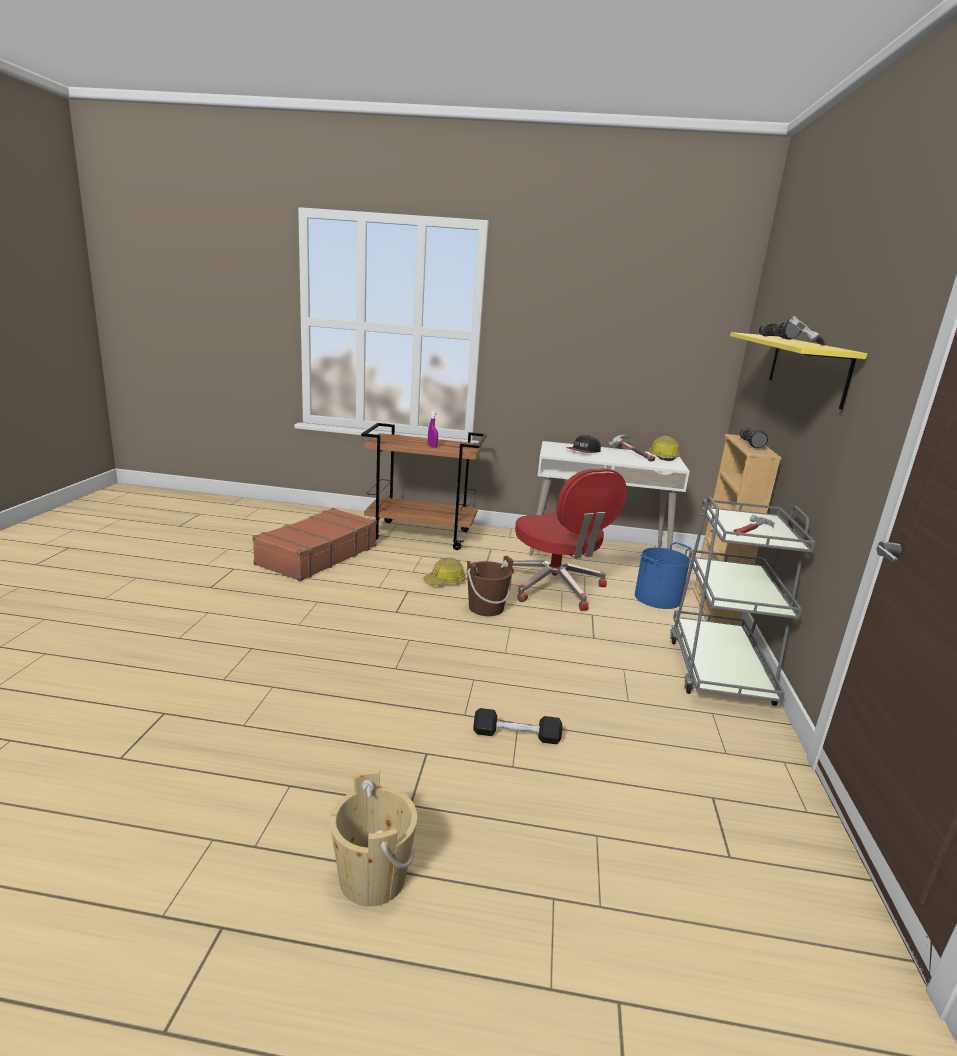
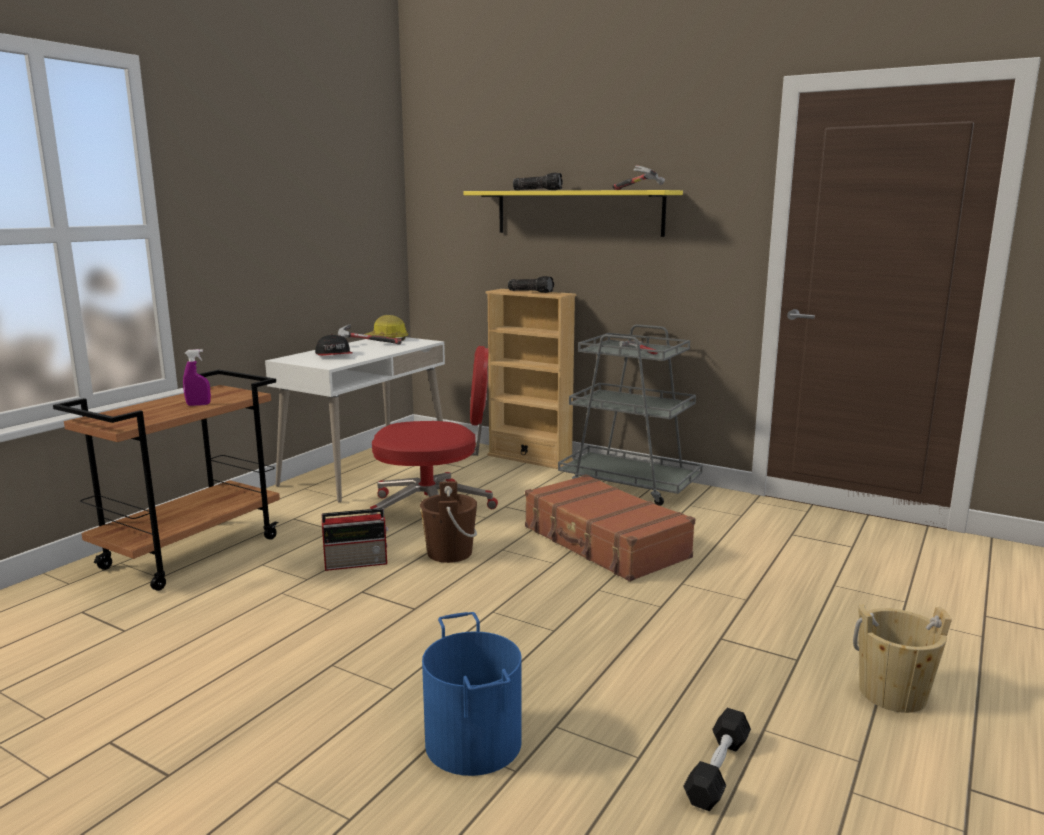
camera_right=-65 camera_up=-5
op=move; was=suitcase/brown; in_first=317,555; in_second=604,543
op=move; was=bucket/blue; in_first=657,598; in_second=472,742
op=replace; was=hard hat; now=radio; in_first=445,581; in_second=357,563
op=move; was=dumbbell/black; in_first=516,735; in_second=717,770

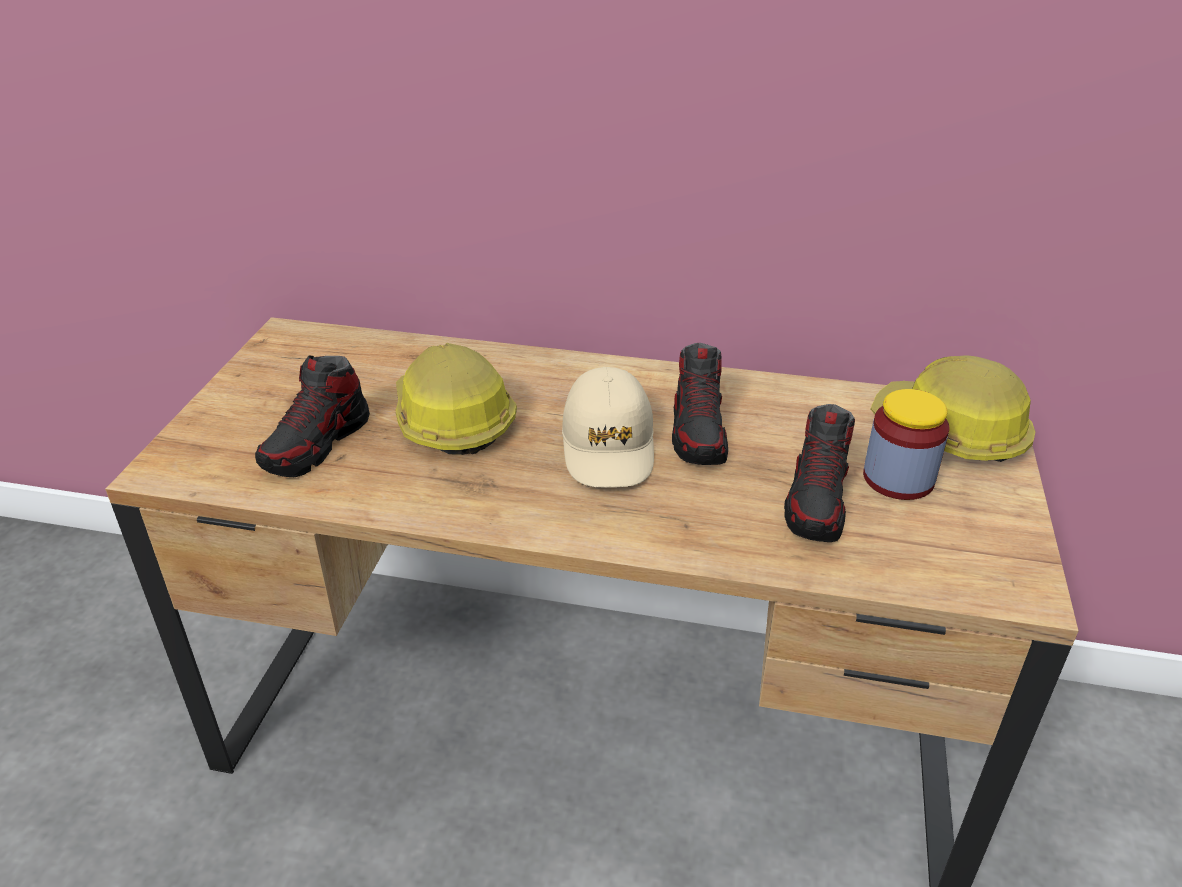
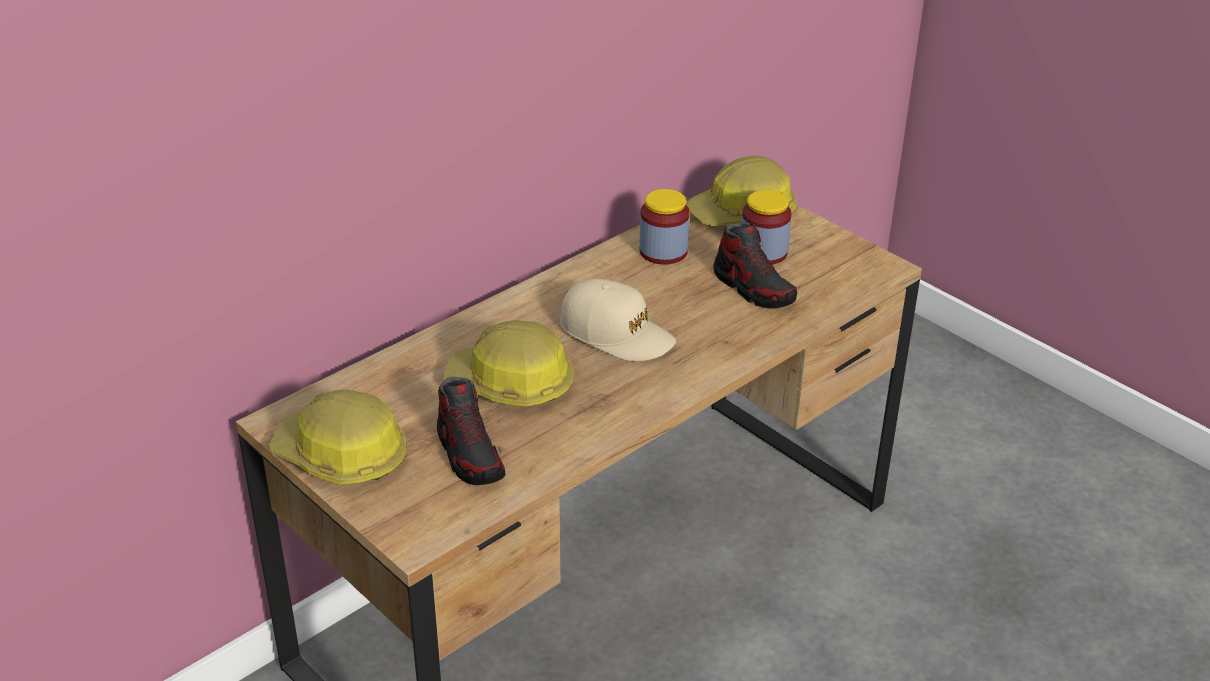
camera_right=-55 camera_up=0
op=delete; was=shoe; in_first=698,433
op=insert; now=jar; in_second=663,252
op=insert; now=hard hat; in_second=342,456

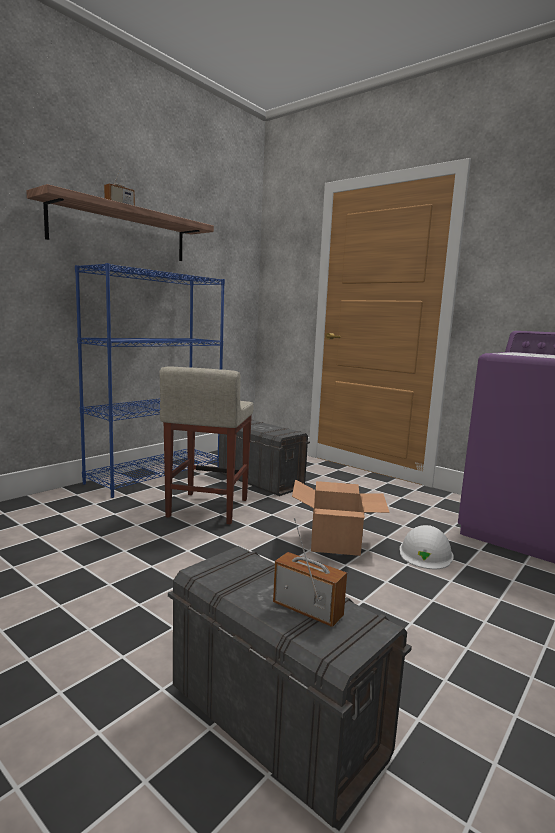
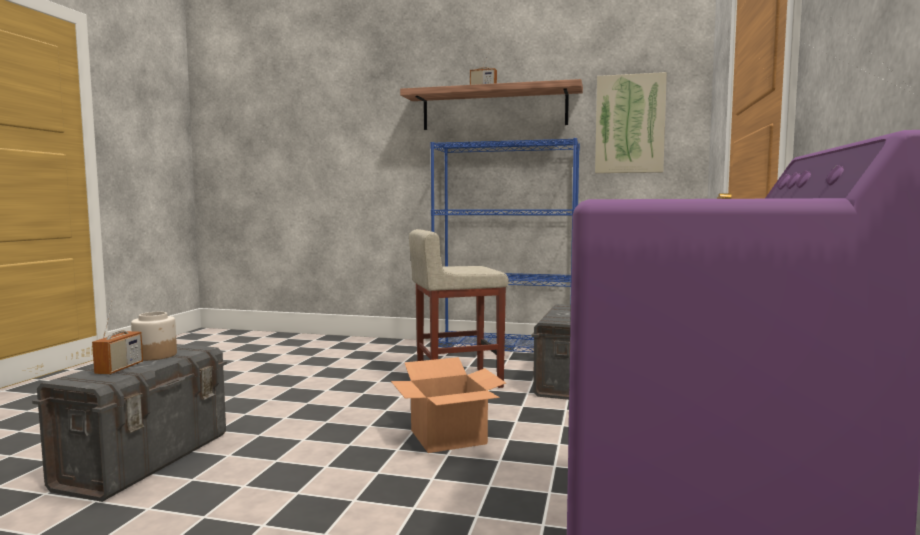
camera_right=65 camera_up=-5
op=delete; was=hard hat/white; in_first=426,553
op=insert; now=picture; in_second=629,124
op=insert; now=jar; in_second=155,355

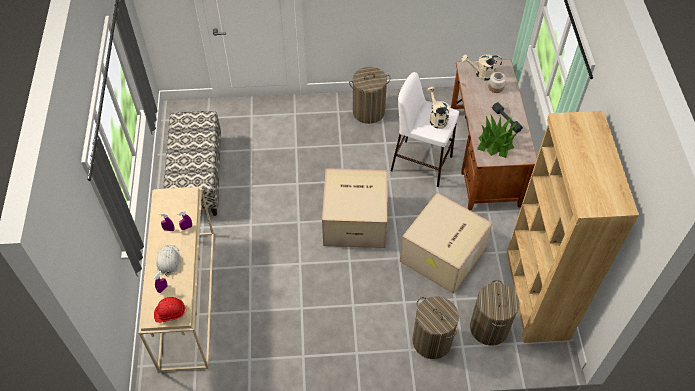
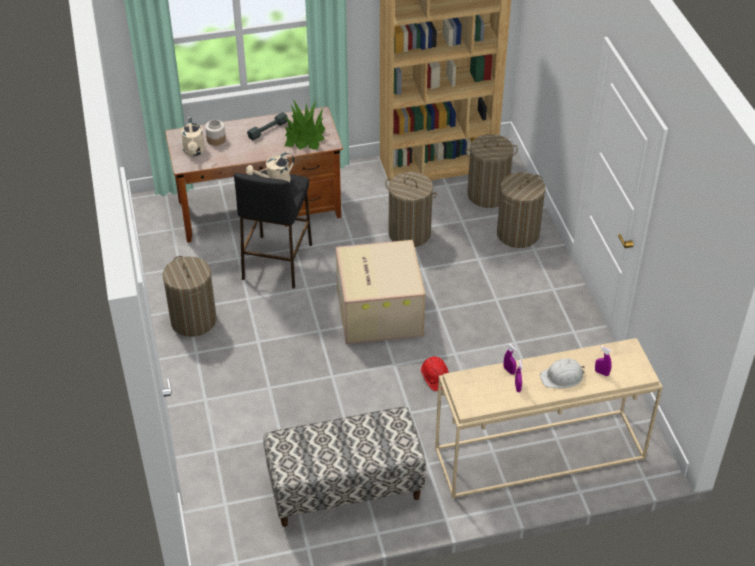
camera_right=-100 camera_up=-10
op=recolor; was=stool/white; now=stool/black; in_first=421,163; in_second=277,262
op=replace; was=cardboard box; now=laundry basket; in_first=443,256; in_second=409,233
op=move; was=hard hat/red; in_first=170,313; in_second=434,378

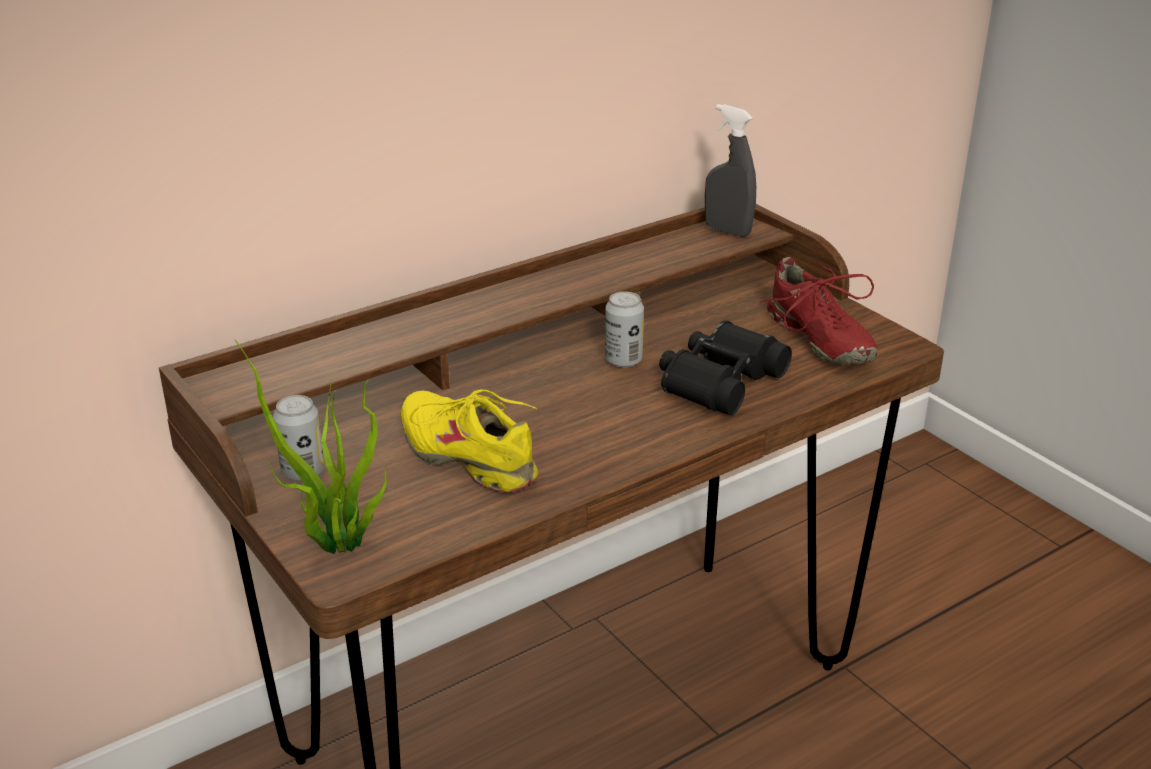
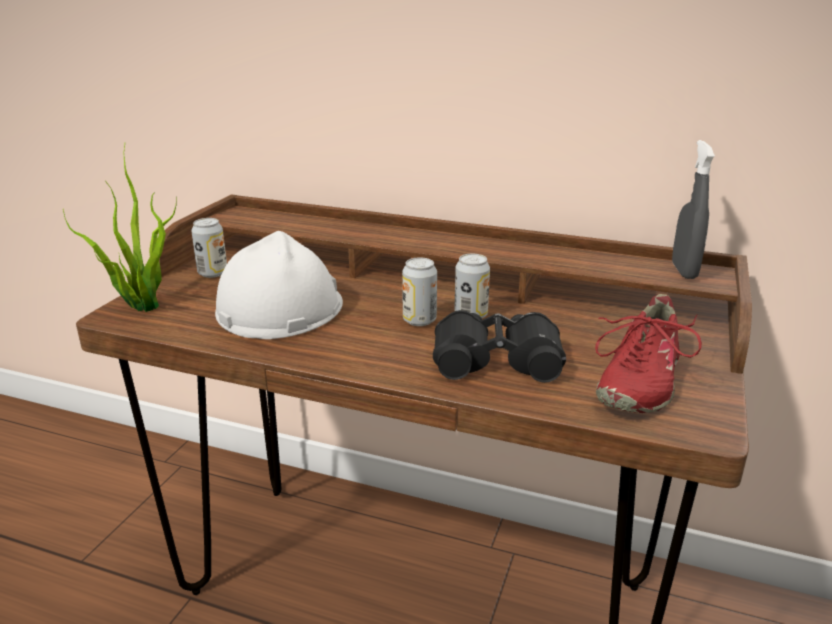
camera_right=55 camera_up=-5
op=replace; was=shoe/yellow; now=hard hat/white; in_first=468,455; in_second=279,308
op=insert; now=can; in_second=419,320

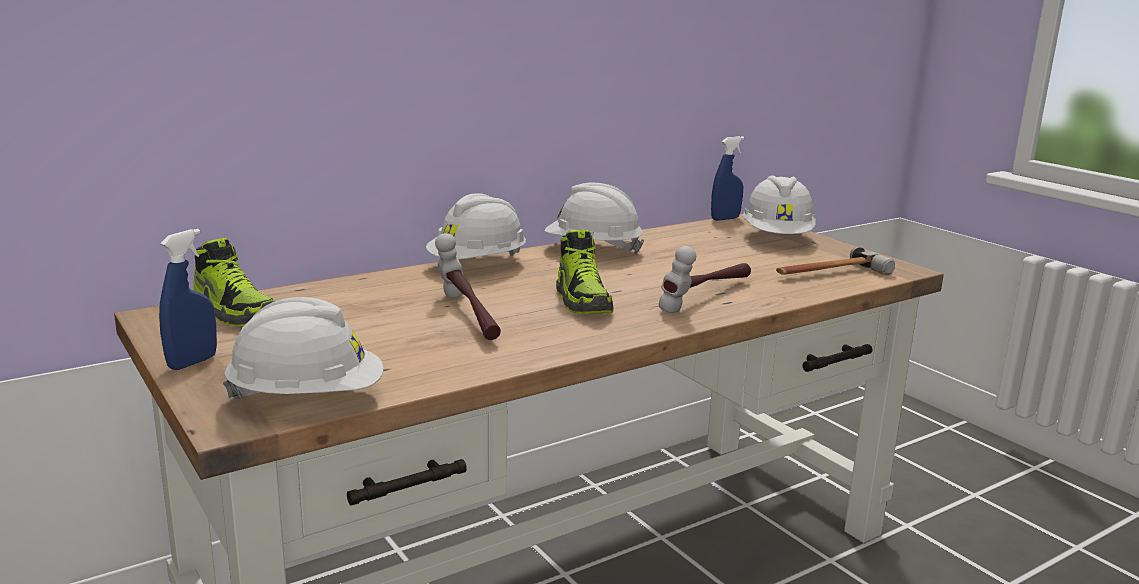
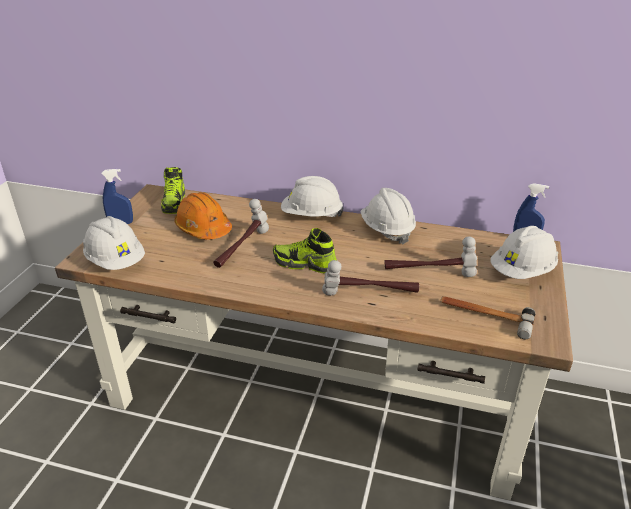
camera_right=50 camera_up=15
op=rotate; was=shoe; in_first=583,301; in_second=305,264; clockwise=75
op=insert; now=hard hat/orange; in_second=203,228
op=insert; now=hammer; in_second=429,272

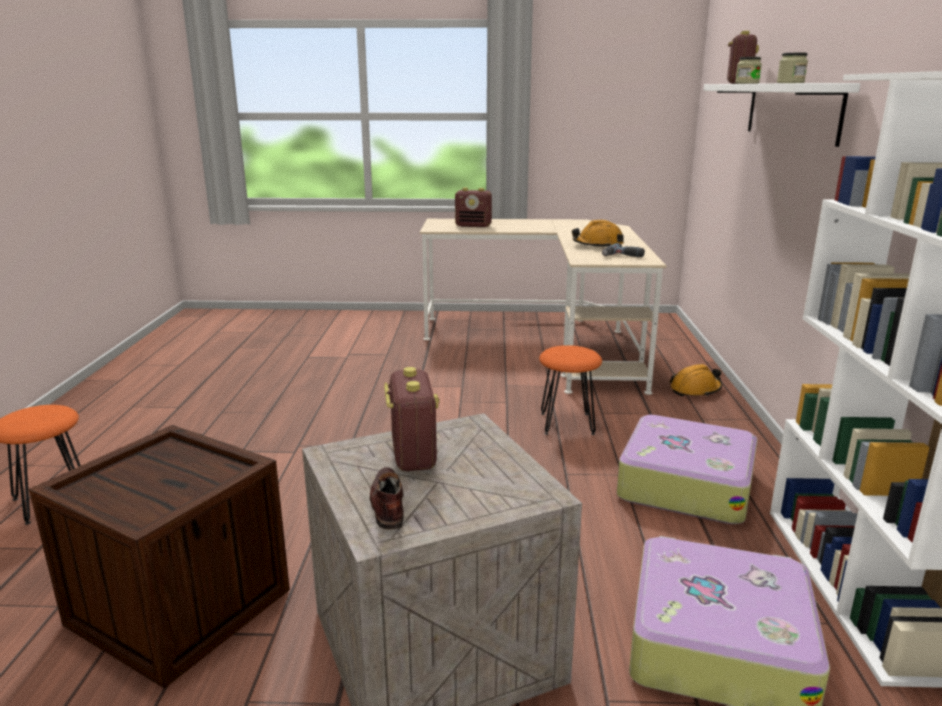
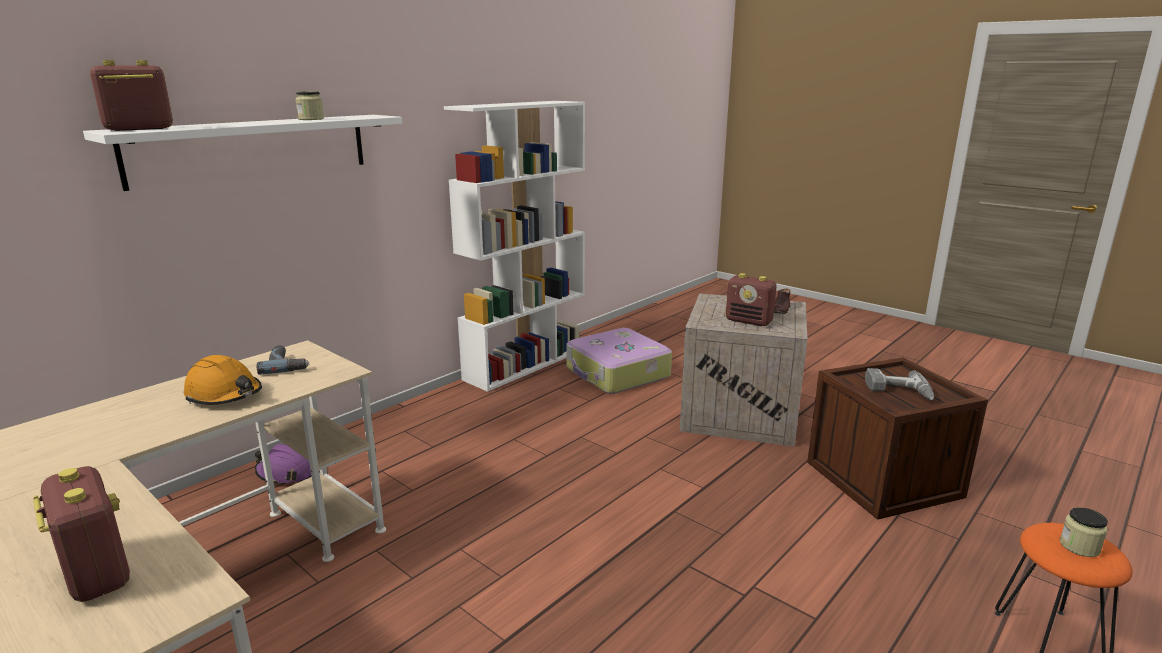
camera_right=-140 camera_up=0
op=move; was=jar; in_first=747,83; in_second=1079,546
op=delete; was=stool/orange; in_first=567,423
op=recolor; was=hard hat/orange; now=hard hat/purple; in_first=695,390; in_second=286,473
op=rotate; was=radio; in_first=413,454; in_second=749,321; clockwise=-90
op=delete; was=suitcase; in_first=685,484
op=insert; now=power drill; in_second=899,392

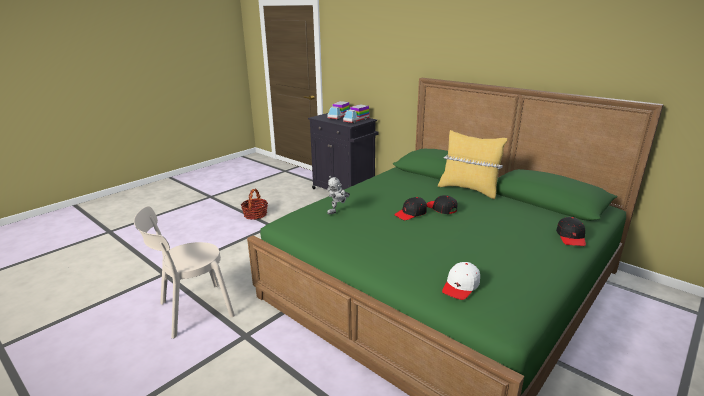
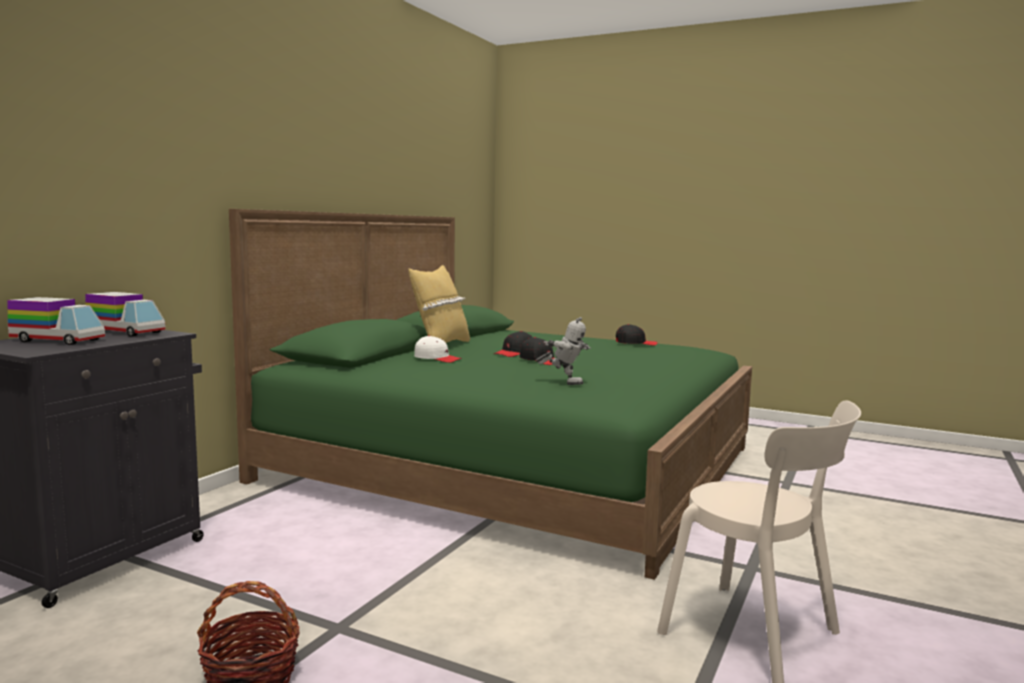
camera_right=-105 camera_up=-15
op=move; was=cap/black; in_first=571,237; in_second=635,343
op=move; was=cap/white; in_first=461,286; in_second=437,359

